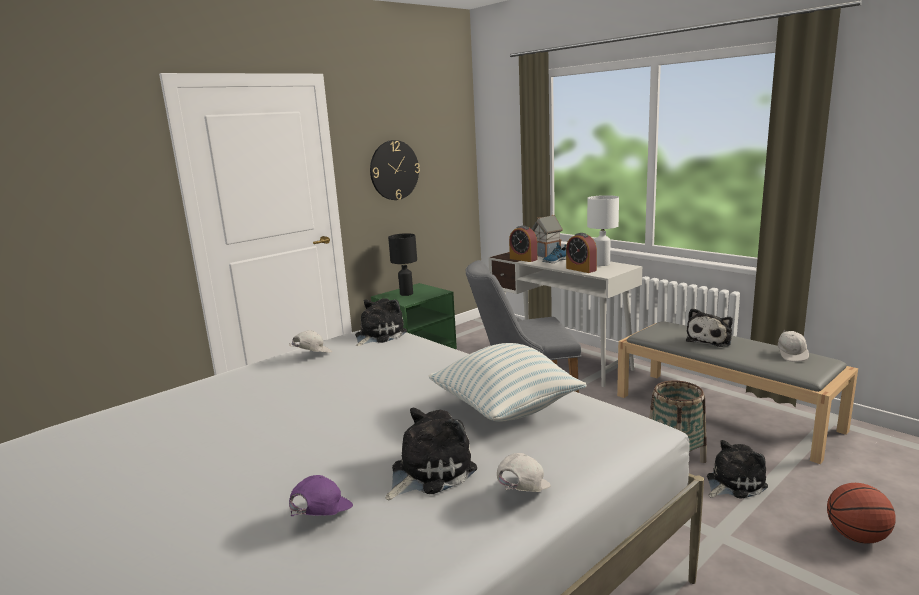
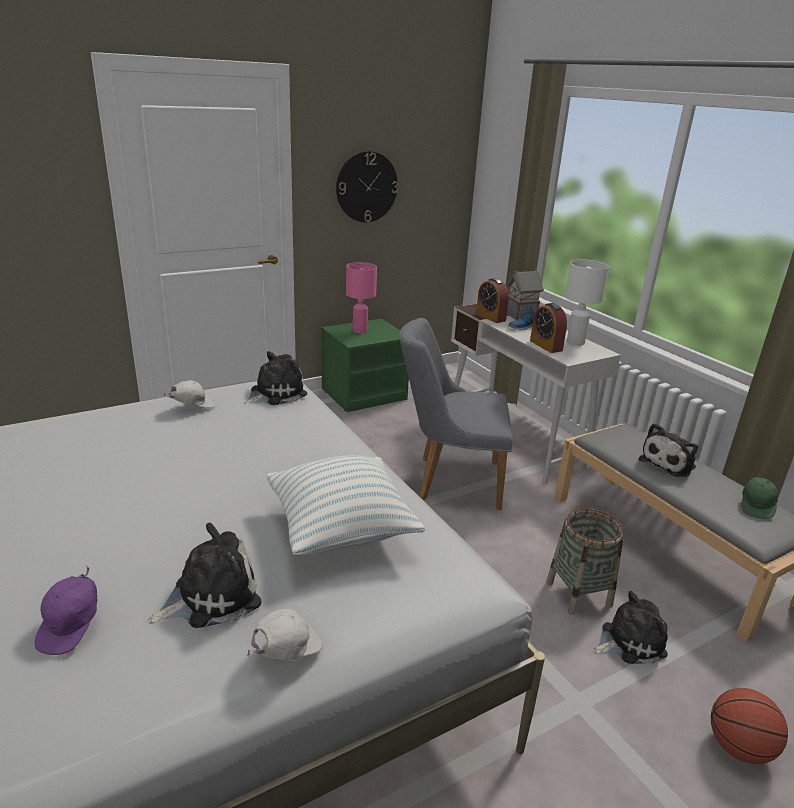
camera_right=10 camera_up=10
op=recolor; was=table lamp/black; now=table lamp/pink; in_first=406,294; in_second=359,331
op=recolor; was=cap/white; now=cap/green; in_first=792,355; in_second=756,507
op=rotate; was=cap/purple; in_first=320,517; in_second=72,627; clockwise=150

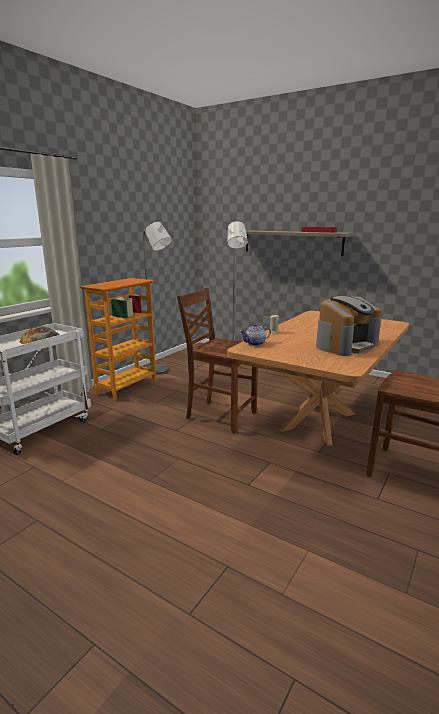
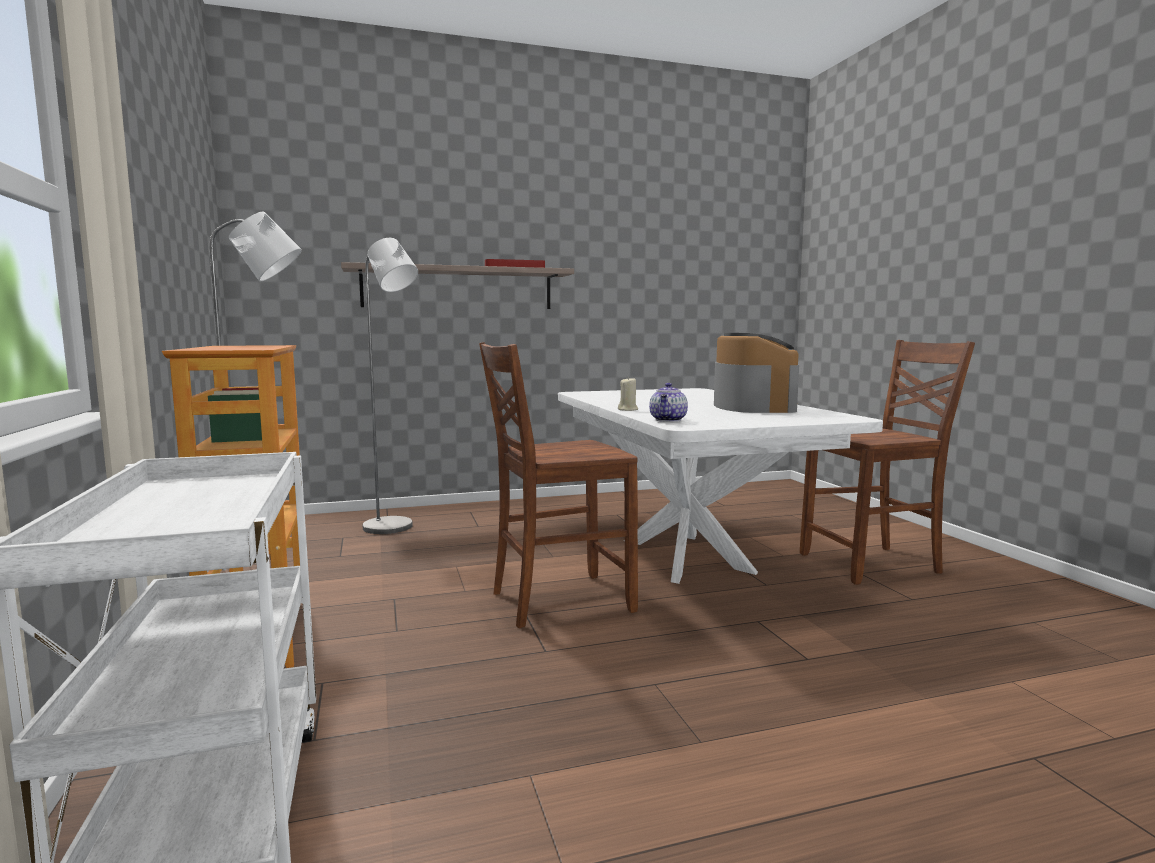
camera_right=-50 camera_up=-10
op=recolor; was=dining table/brown; now=dining table/white; in_first=319,421; in_second=686,555
op=delete; was=bread; in_first=40,339

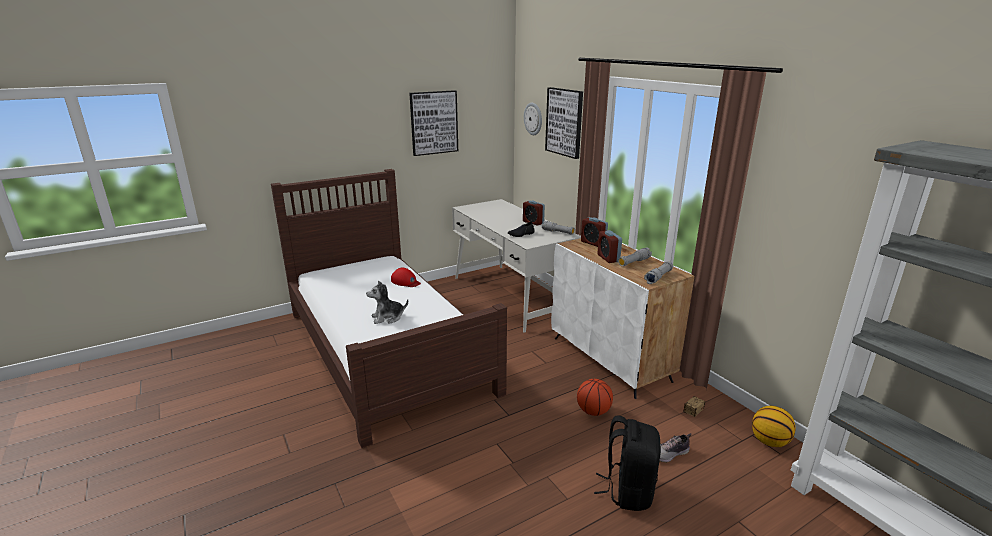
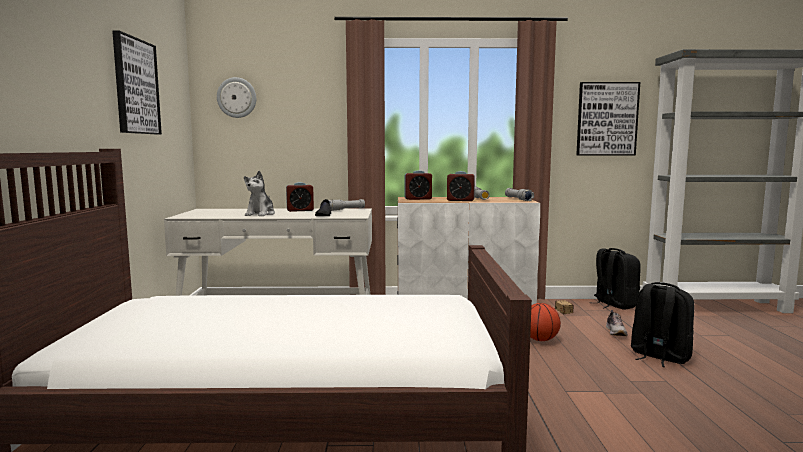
camera_right=-60 camera_up=-15
op=move; was=picture; in_first=564,122; in_second=607,119
op=delete; was=cap/red; in_first=405,281
op=move; was=plush toy; in_first=387,317; in_second=260,214
op=replace; was=basketball; now=backpack/black; in_first=769,441; in_second=613,304

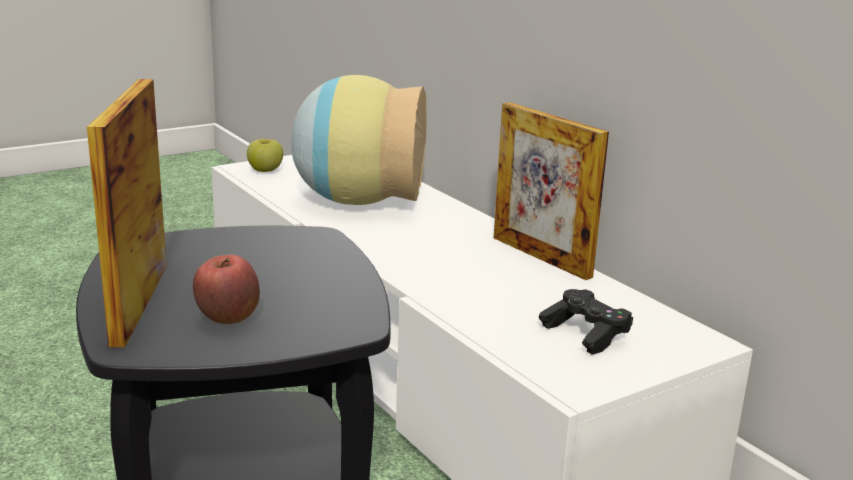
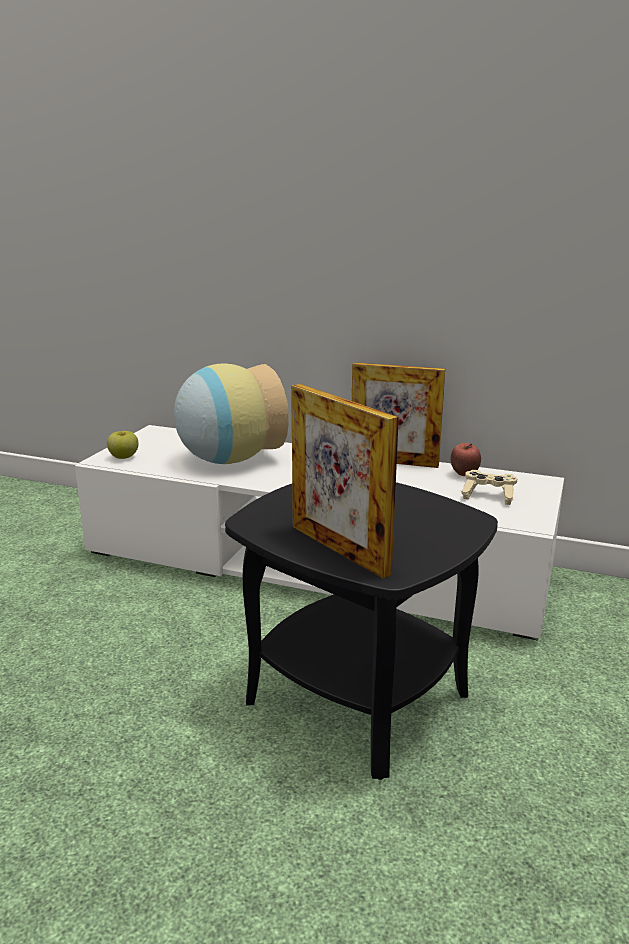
camera_right=-35 camera_up=0
op=move; was=apple; in_first=228,320; in_second=464,474
op=recolor; was=game controller/black; now=game controller/beige; in_first=585,334; in_second=488,496

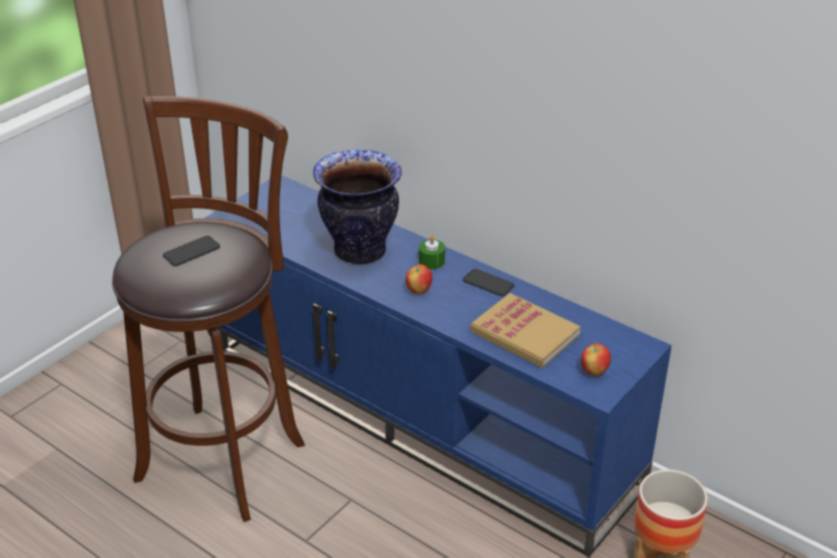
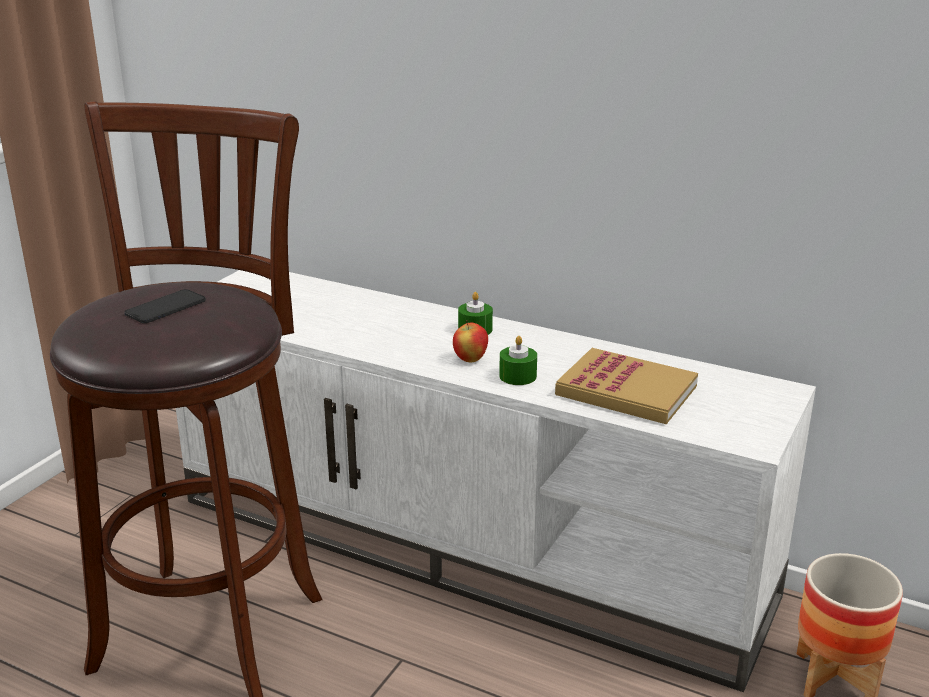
camera_right=-10 camera_up=-10
op=delete; was=vase; in_first=361,252
op=recolor; was=tv stand/blue; now=tv stand/white; in_first=423,414; in_second=470,545
op=delete; was=phone; in_first=488,283
op=delete; was=apple; in_first=594,372
op=insert; now=candle/green; in_second=517,376

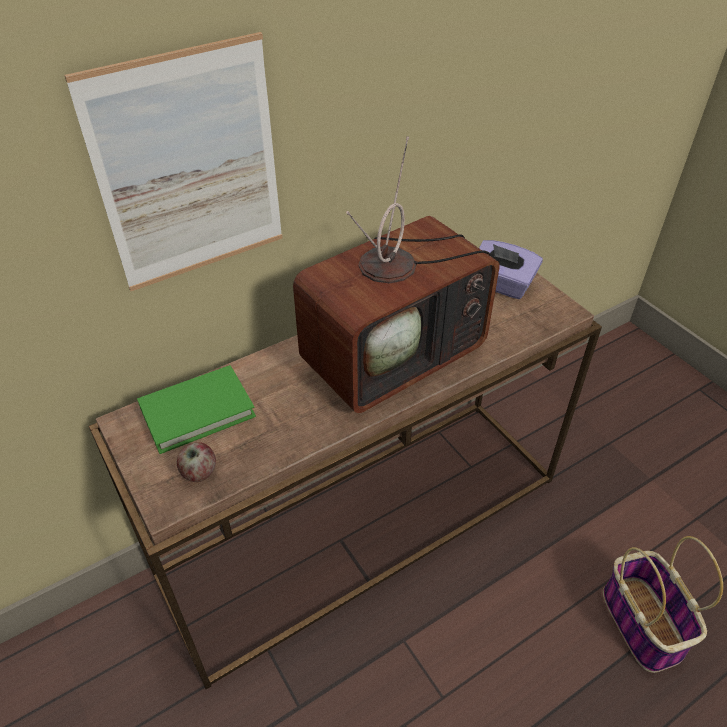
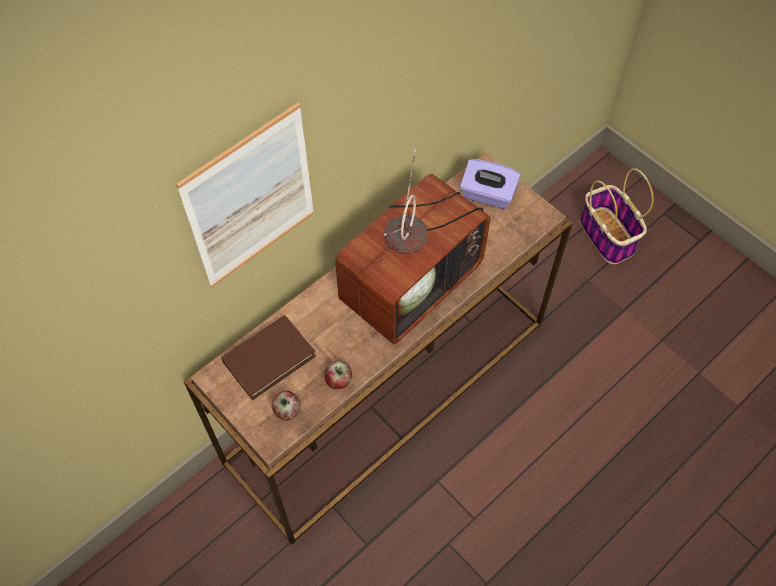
camera_right=-10 camera_up=15
op=recolor; was=book/green; now=book/brown; in_first=197,412; in_second=269,359
op=move; was=basket; in_first=643,624; in_second=608,236
op=insert; now=apple; in_second=339,381

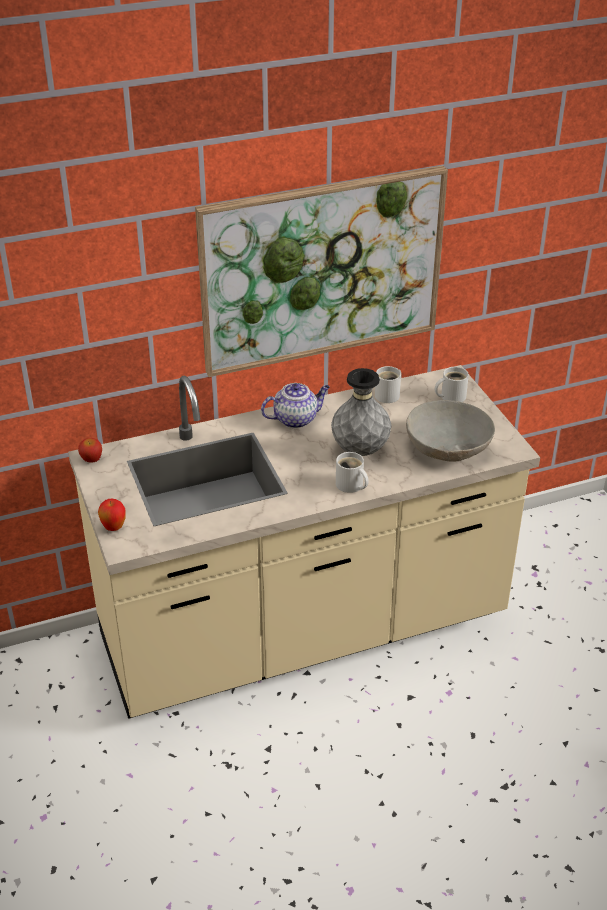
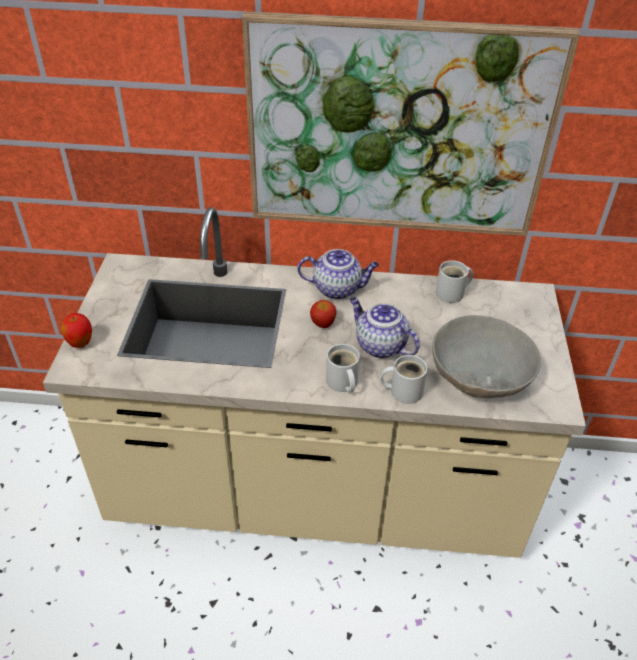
camera_right=25 camera_up=5
op=move; was=mug/white; in_first=450,396; in_second=403,390
op=replace; was=vase/grey; now=teapot; in_first=360,450; in_second=379,345
op=move; was=apple; in_first=91,459; in_second=323,323

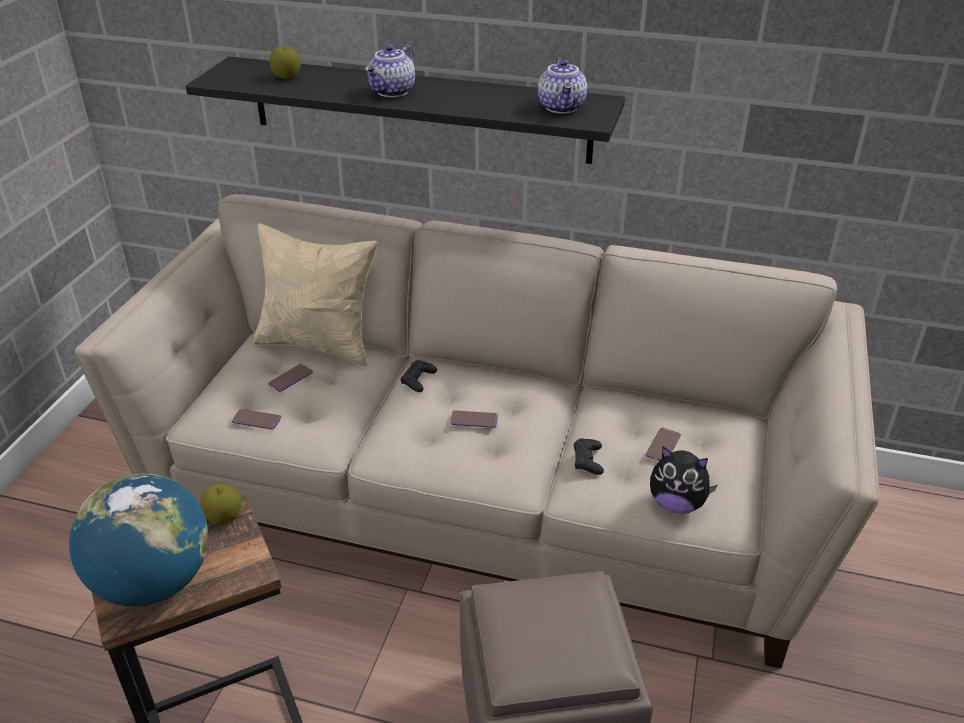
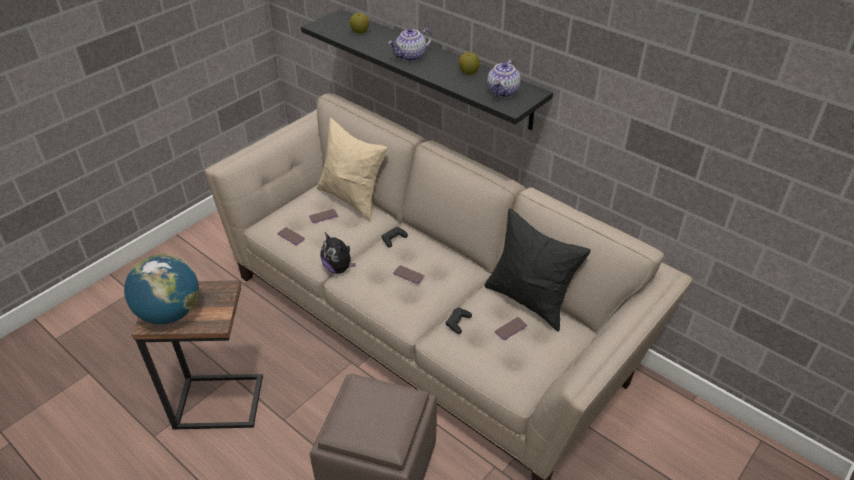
camera_right=25 camera_up=5
op=move; was=plush toy; in_first=677,503; in_second=339,268
op=move; was=apple; in_first=224,517; in_second=468,72
op=insert; now=pillow/black; in_second=529,300

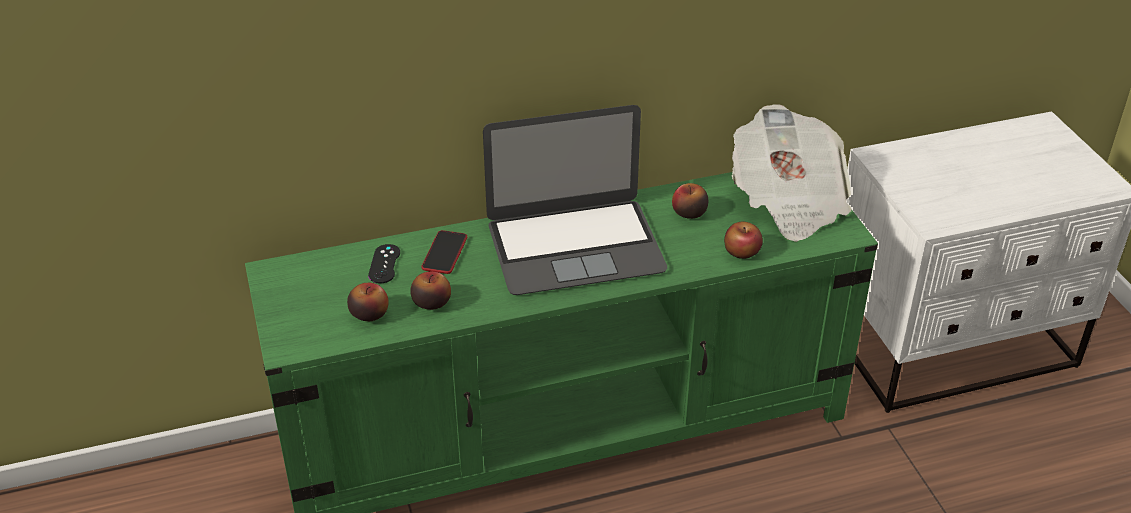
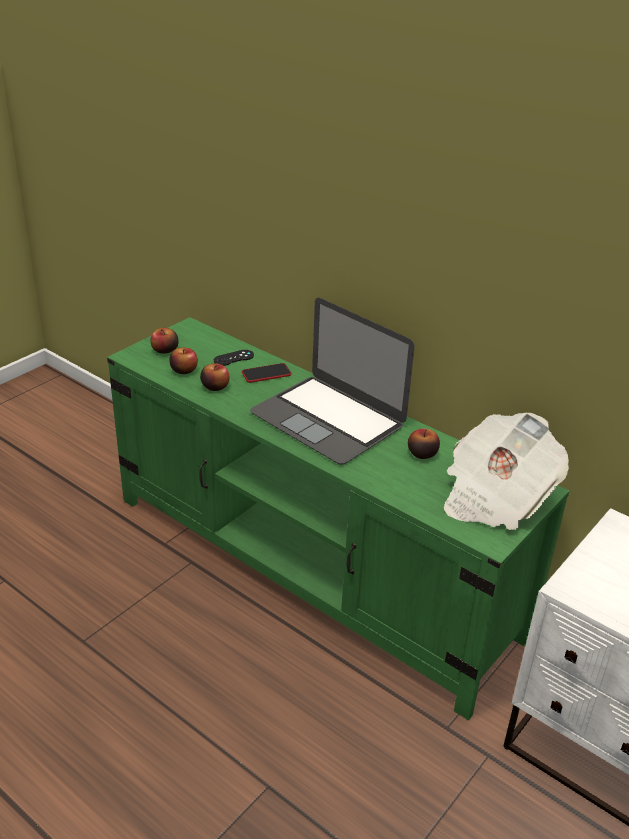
camera_right=55 camera_up=-5
op=move; was=apple; in_first=742,251; in_second=165,350

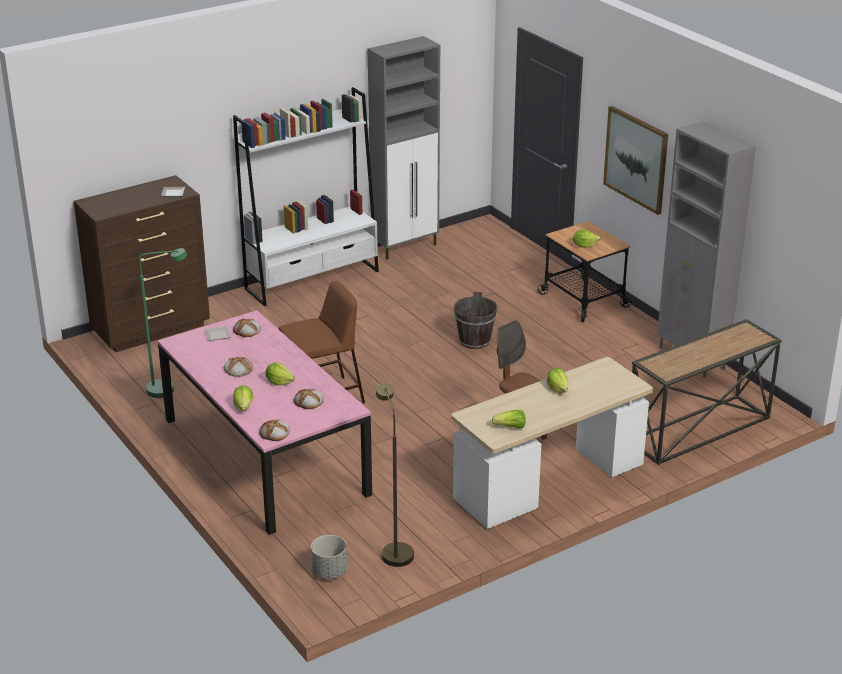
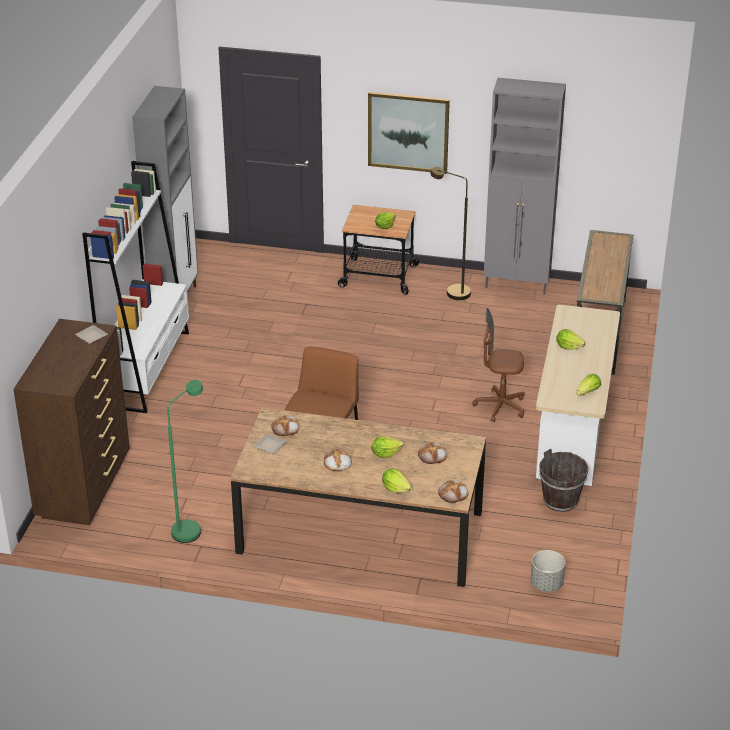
camera_right=-45 camera_up=5
op=move; was=bucket/brown; in_first=475,341; in_second=560,501
op=recolor; was=dining table/pink; now=dining table/brown; in_first=266,456; in_second=361,532
op=move; was=floor lamp/brown; in_first=394,550; in_second=452,292

